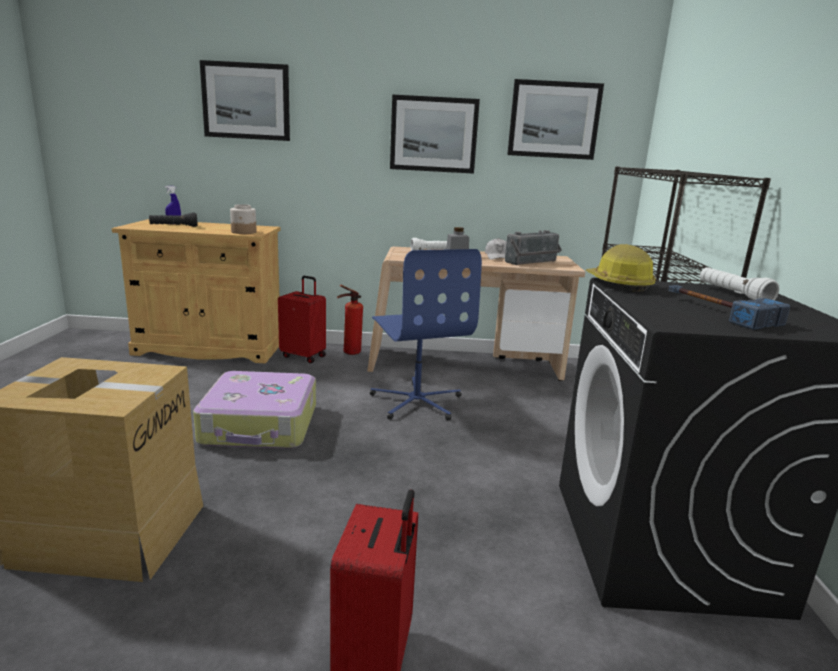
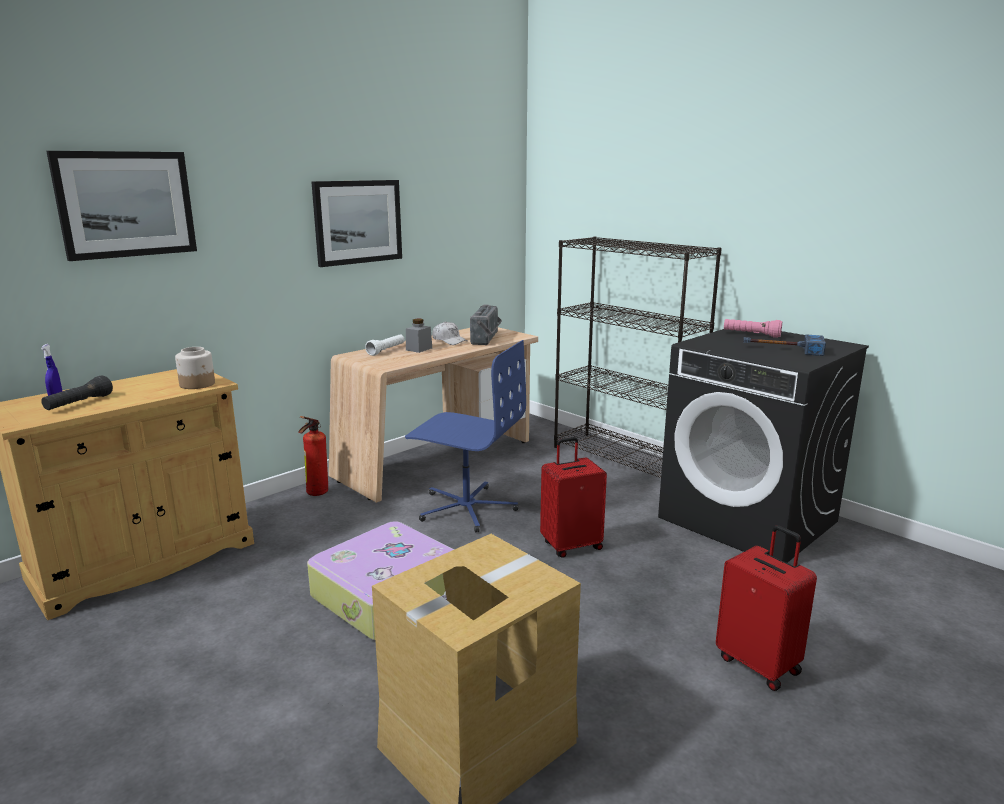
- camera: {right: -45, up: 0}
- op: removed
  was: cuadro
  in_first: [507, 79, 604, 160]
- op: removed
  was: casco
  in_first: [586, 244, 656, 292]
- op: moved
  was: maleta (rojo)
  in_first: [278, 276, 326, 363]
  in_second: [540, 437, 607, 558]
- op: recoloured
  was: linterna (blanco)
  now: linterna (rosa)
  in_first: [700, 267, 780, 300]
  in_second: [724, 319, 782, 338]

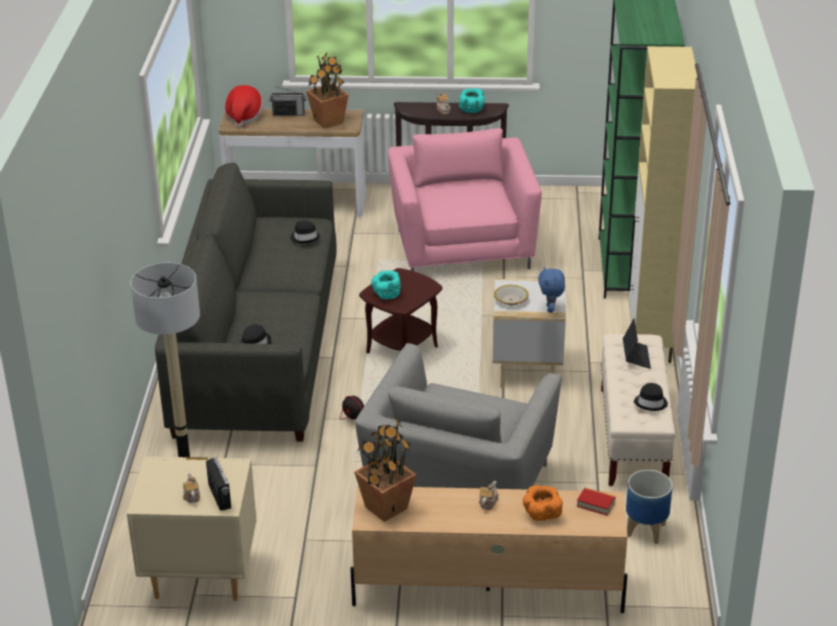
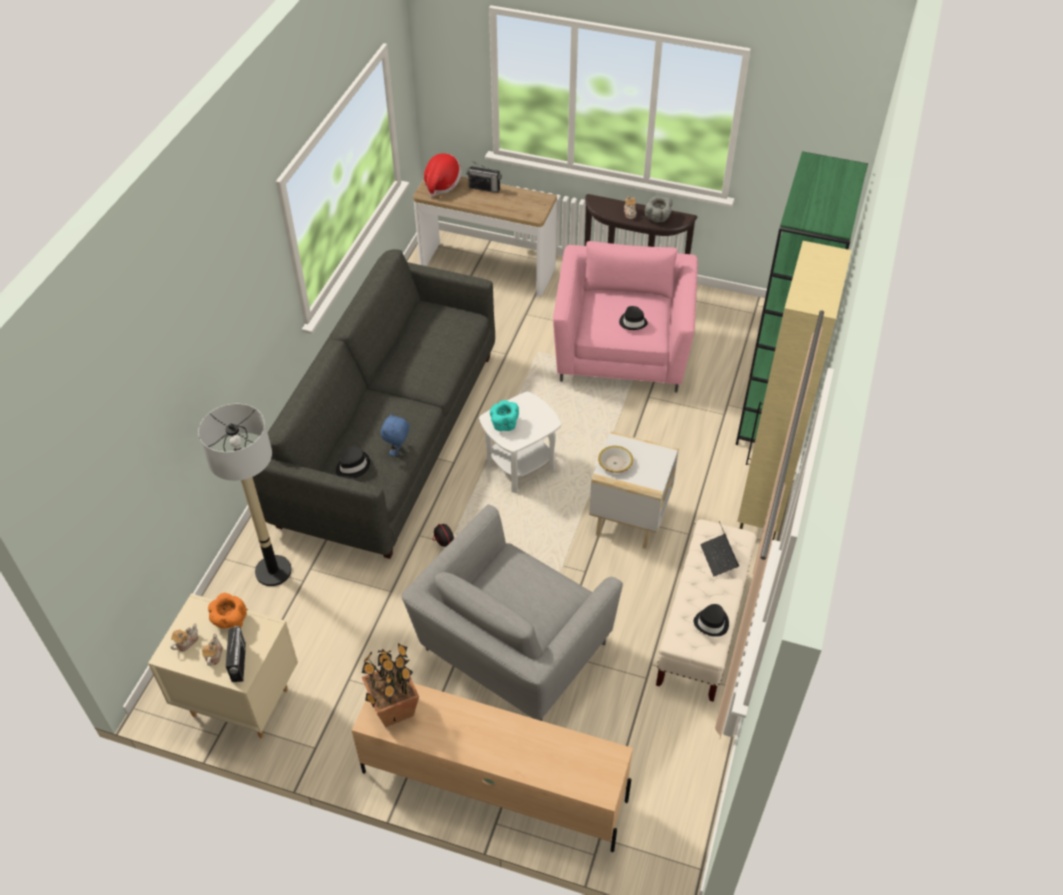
- camera: {right: 15, up: 15}
- op: removed
  was: planta en maceta
  in_first: [306, 52, 349, 129]
- op: removed
  was: libro
  in_first: [577, 487, 616, 516]
- op: removed
  was: maceta
  in_first: [626, 470, 673, 544]
- op: moved
  was: sombrero (negro)
  in_first: [290, 221, 320, 243]
  in_second: [619, 306, 648, 330]
- op: moved
  was: tetera
  in_first: [479, 481, 498, 510]
  in_second: [171, 623, 199, 651]
- op: moved
  was: cuenco (naranja)
  in_first: [523, 485, 563, 521]
  in_second: [208, 593, 247, 629]
- op: moved
  was: peluche (azul)
  in_first: [538, 267, 565, 313]
  in_second: [381, 413, 410, 456]
- op: recoloured
  was: mesa auxiliar (marrón)
  now: mesa auxiliar (blanco)
  in_first: [359, 268, 442, 353]
  in_second: [479, 391, 561, 493]
- op: recoloured
  was: cuenco (turquesa)
  now: cuenco (gris)
  in_first: [459, 88, 485, 113]
  in_second: [645, 196, 673, 222]
- op: turned
  was: portátil
  in_first: [623, 319, 651, 369]
  in_second: [700, 521, 739, 577]
  clockwise: 150

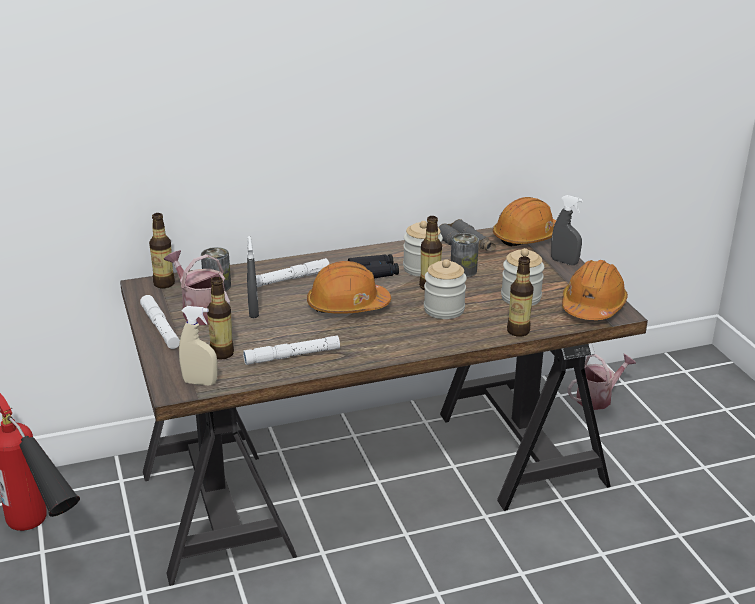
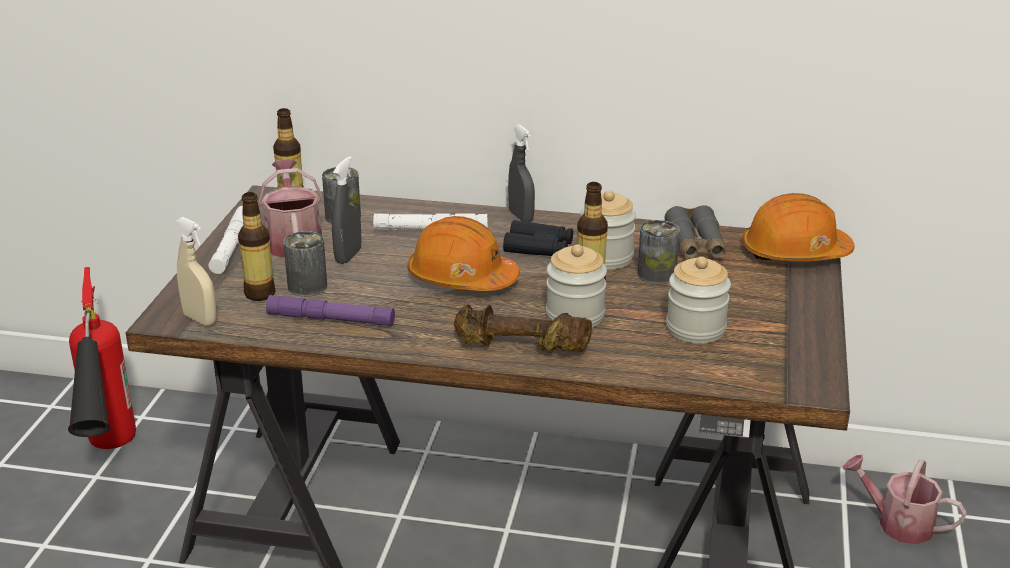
- camera: {right: 30, up: 0}
- op: removed
  was: botella
  in_first: [507, 256, 534, 337]
- op: removed
  was: casco (naranja)
  in_first: [562, 260, 628, 320]
- op: added
  now: lata
  in_second: [283, 231, 327, 297]
- op: added
  now: mancuerna (marrón)
  in_second: [454, 305, 593, 353]
- op: moved
  was: pulverizador (gris)
  in_first: [551, 195, 583, 265]
  in_second: [508, 124, 535, 222]
- op: recoloured
  was: linterna (blanco)
  now: linterna (morado)
  in_first: [243, 336, 340, 365]
  in_second: [266, 295, 395, 326]
- op: turned
  was: regadera
  in_first: [568, 354, 637, 410]
  in_second: [843, 454, 967, 544]
  clockwise: -150

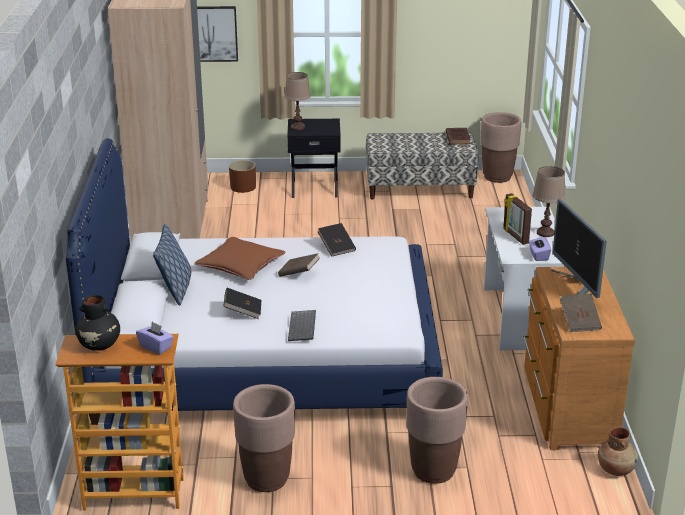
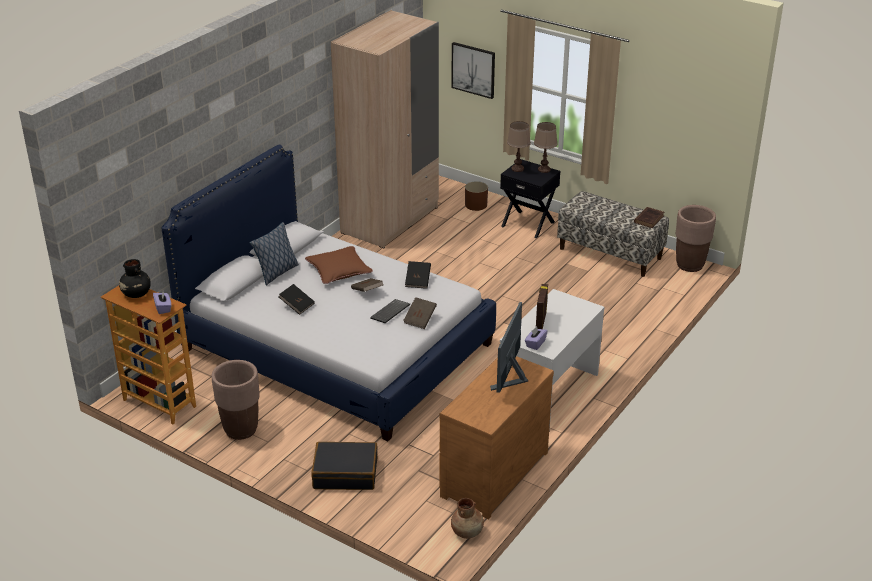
- camera: {right: 35, up: 5}
- op: moved
  was: teclado
  in_first: [288, 310, 316, 341]
  in_second: [370, 299, 410, 323]
- op: moved
  was: lámpara de mesa (marrón)
  in_first: [532, 166, 566, 237]
  in_second: [534, 122, 557, 173]
- op: moved
  was: libro (marrón)
  in_first: [560, 294, 602, 332]
  in_second: [403, 297, 437, 329]
- op: replaced
  was: maceta (marrón)
  now: maleta (negro)
  in_first: [406, 377, 468, 484]
  in_second: [311, 442, 377, 490]

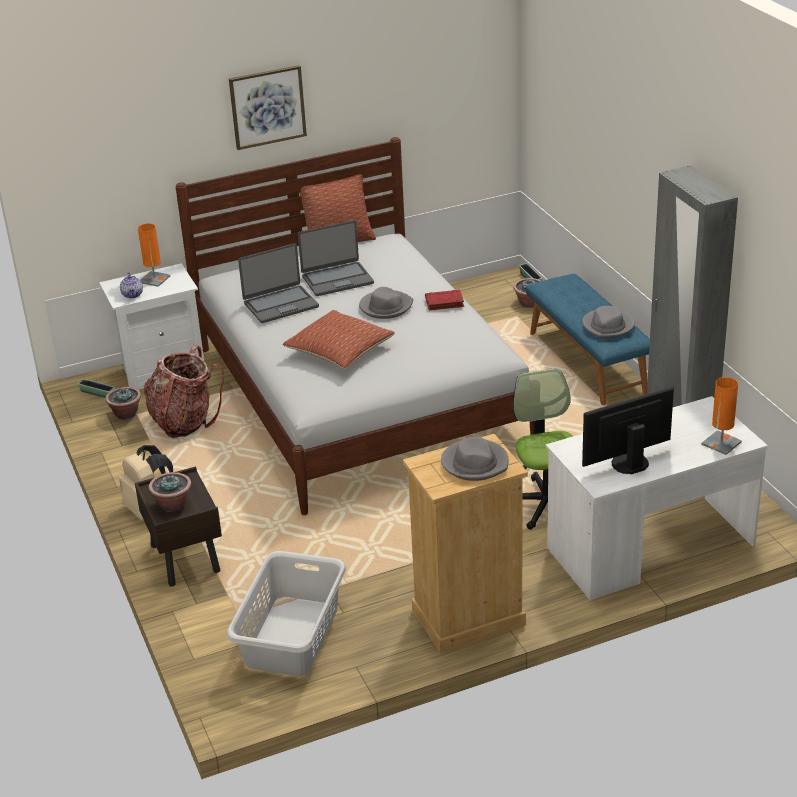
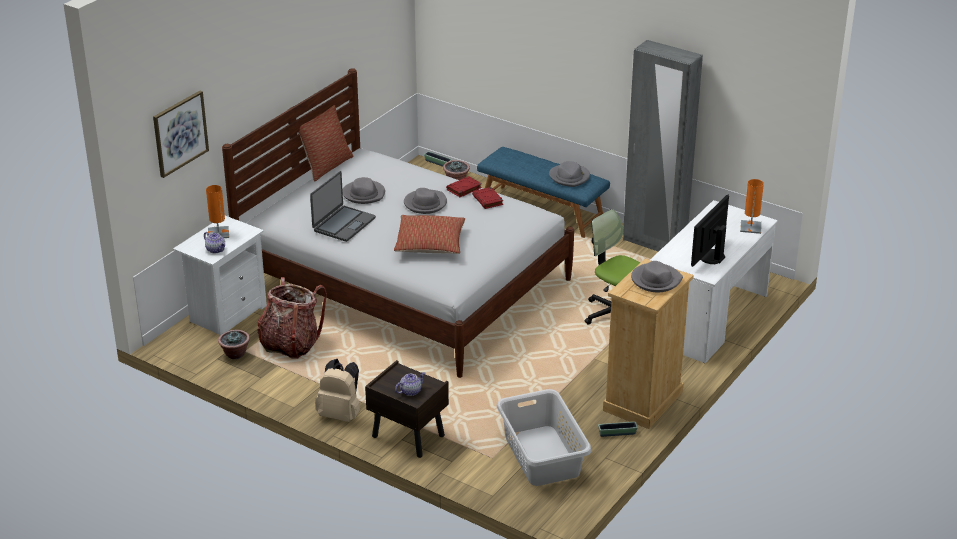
- camera: {right: -35, up: 0}
- op: added
  now: libro (rojo)
  in_second: [472, 187, 503, 209]
- op: moved
  was: maceta
  in_first: [78, 379, 115, 398]
  in_second: [598, 422, 638, 437]
- op: moved
  was: cuadro
  in_first: [229, 65, 307, 150]
  in_second: [153, 91, 209, 178]
- op: replaced
  was: planta en maceta
  now: tetera
  in_first: [148, 472, 191, 512]
  in_second: [395, 372, 425, 396]
- op: replaced
  was: portátil
  now: sombrero (gris)
  in_first: [298, 220, 374, 296]
  in_second: [343, 177, 385, 204]

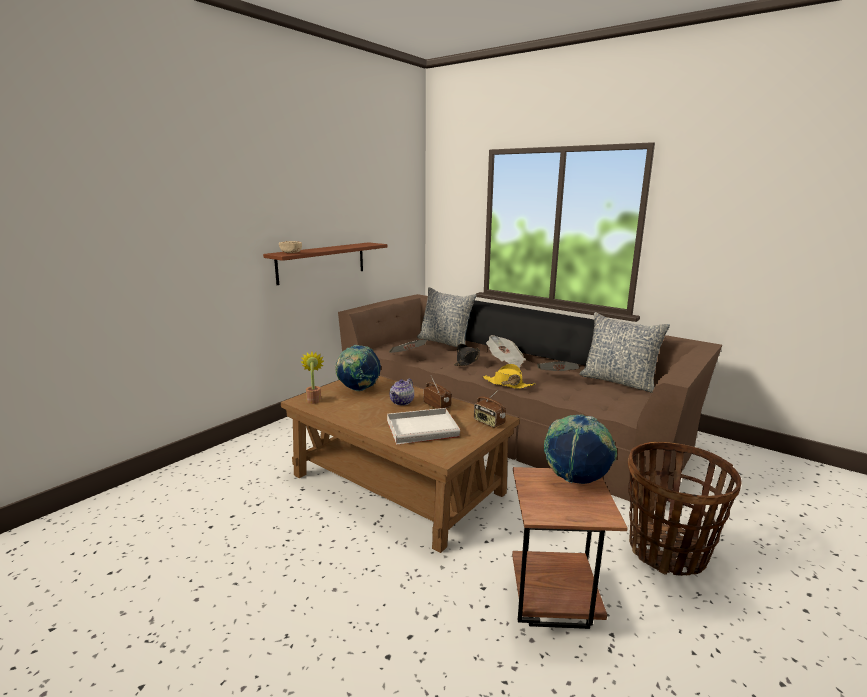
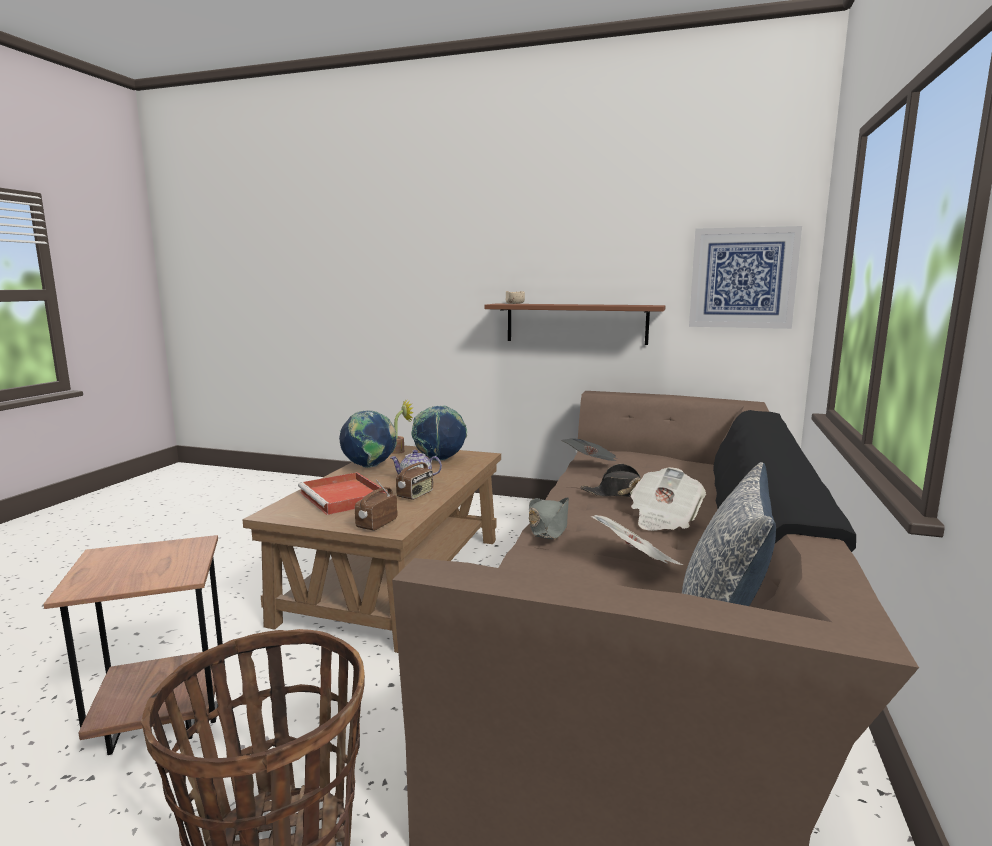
- camera: {right: 70, up: -5}
- op: removed
  was: cojín
  in_first: [417, 287, 477, 347]
- op: added
  now: cuadro
  in_second: [689, 226, 802, 329]
- op: moved
  was: globo terráqueo
  in_first: [544, 414, 617, 484]
  in_second: [339, 410, 397, 468]
- op: recoloured
  was: bandeja (blanco)
  now: bandeja (rojo)
  in_first: [387, 408, 460, 445]
  in_second: [298, 472, 388, 515]
- op: recoloured
  was: sombrero (amarillo)
  now: sombrero (gris)
  in_first: [483, 364, 536, 389]
  in_second: [529, 497, 569, 539]

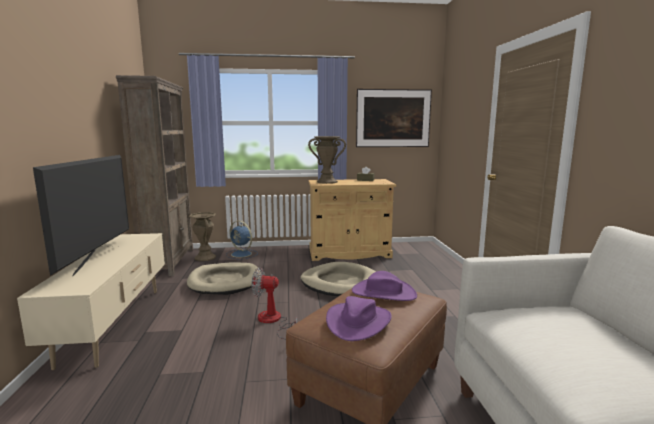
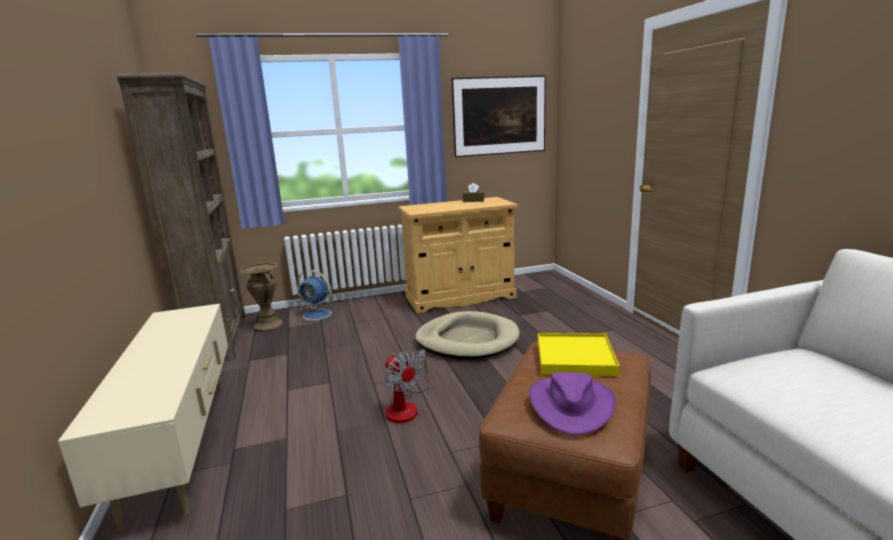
- camera: {right: -10, up: 5}
- op: removed
  was: televisor
  in_first: [33, 155, 129, 276]
- op: removed
  was: cama para perro (beis)
  in_first: [187, 262, 261, 295]
- op: removed
  was: florero (marrón)
  in_first: [308, 136, 346, 184]
- op: replaced
  was: sombrero (morado)
  now: bandeja (amarillo)
  in_first: [352, 271, 417, 301]
  in_second: [538, 333, 619, 376]
- op: turned
  was: ventilador
  in_first: [252, 268, 297, 340]
  in_second: [385, 349, 430, 423]
  clockwise: -120

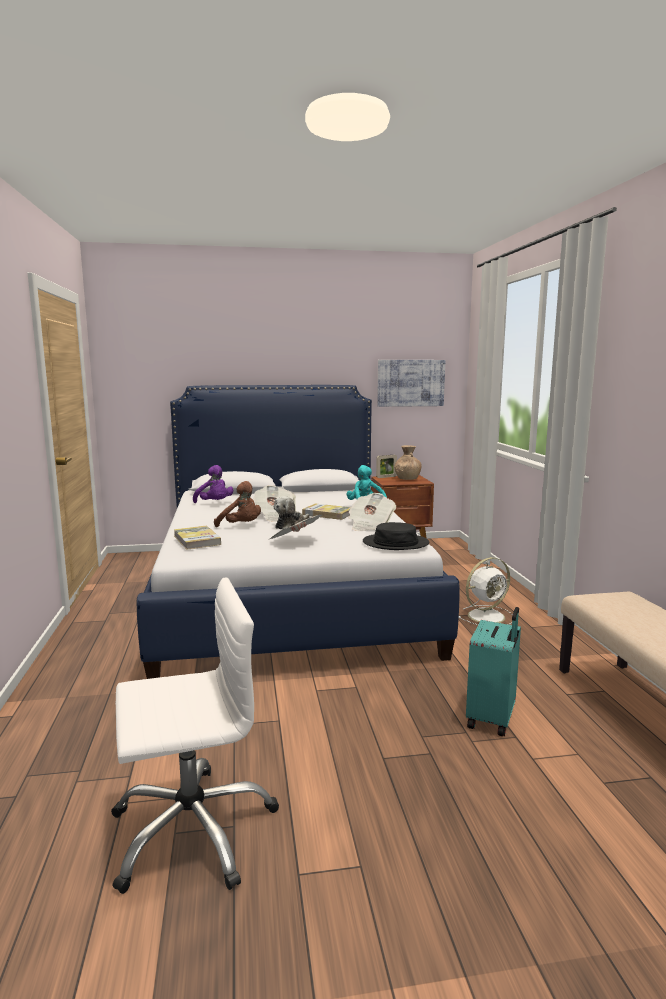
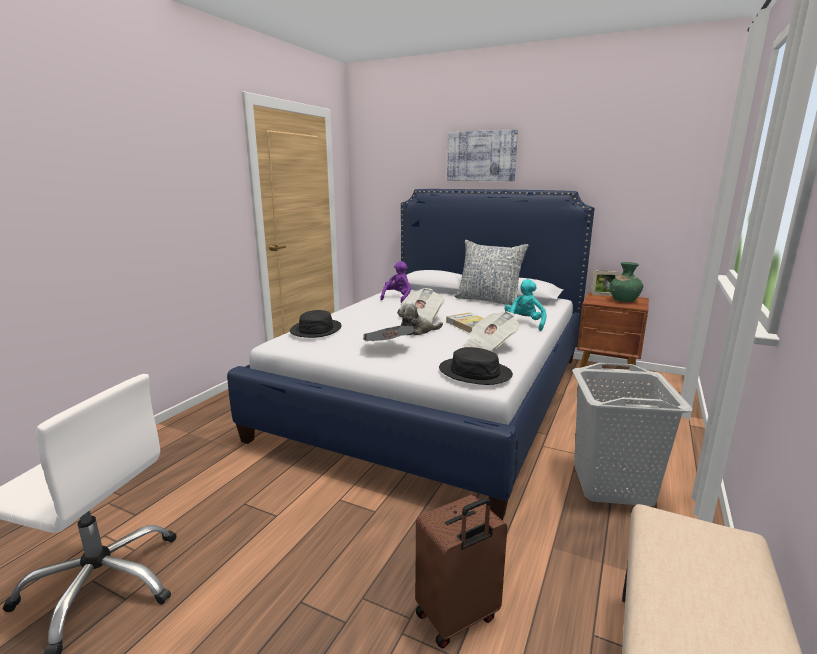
- camera: {right: 35, up: 5}
- op: removed
  was: peluche (marrón)
  in_first: [214, 481, 261, 527]
- op: added
  now: cojín
  in_second: [454, 240, 529, 305]
- op: moved
  was: cuadro
  in_first: [377, 360, 445, 407]
  in_second: [447, 129, 518, 181]
- op: replaced
  was: libro
  now: sombrero (negro)
  in_first: [174, 526, 221, 550]
  in_second: [290, 310, 342, 338]
- op: replaced
  was: ventilador (blanco)
  now: cesto de la ropa (gris)
  in_first: [459, 557, 513, 625]
  in_second: [572, 363, 693, 506]
- op: recoloured
  was: florero (marrón)
  now: florero (verde)
  in_first: [394, 445, 421, 480]
  in_second: [609, 262, 643, 302]
- op: recoloured
  was: maleta (turquesa)
  now: maleta (marrón)
  in_first: [466, 607, 521, 737]
  in_second: [415, 495, 508, 648]
- op: turned
  was: peluche (morado)
  in_first: [193, 465, 233, 503]
  in_second: [380, 261, 411, 303]
  clockwise: -150

